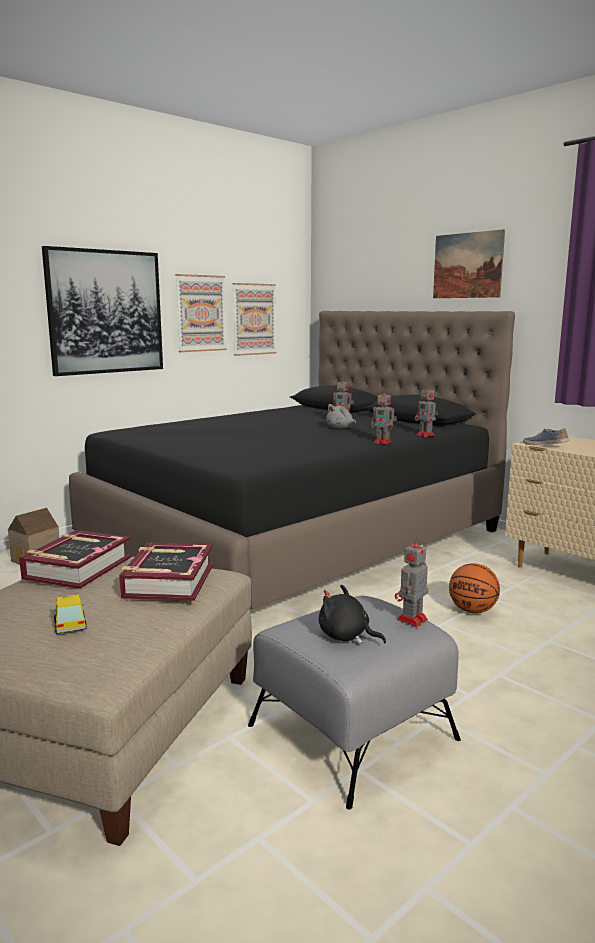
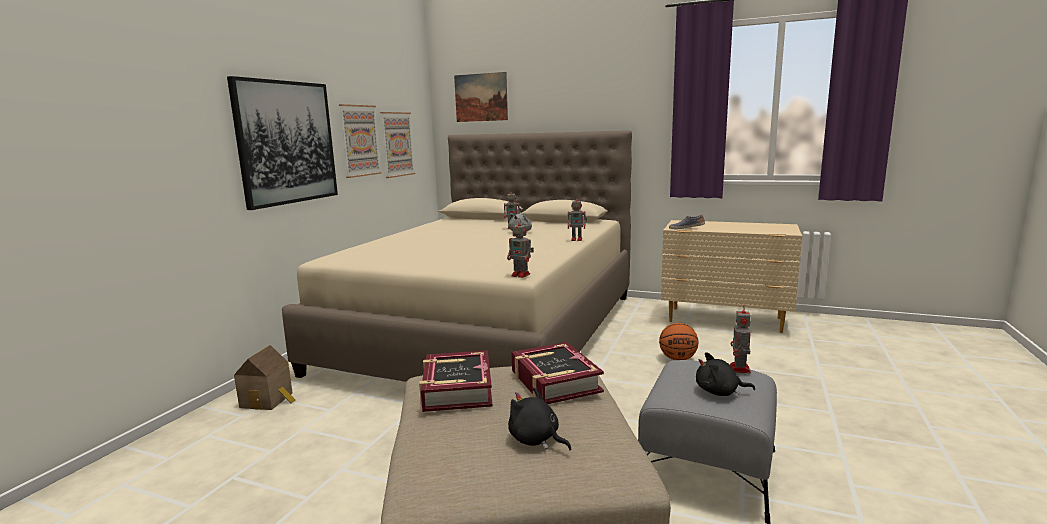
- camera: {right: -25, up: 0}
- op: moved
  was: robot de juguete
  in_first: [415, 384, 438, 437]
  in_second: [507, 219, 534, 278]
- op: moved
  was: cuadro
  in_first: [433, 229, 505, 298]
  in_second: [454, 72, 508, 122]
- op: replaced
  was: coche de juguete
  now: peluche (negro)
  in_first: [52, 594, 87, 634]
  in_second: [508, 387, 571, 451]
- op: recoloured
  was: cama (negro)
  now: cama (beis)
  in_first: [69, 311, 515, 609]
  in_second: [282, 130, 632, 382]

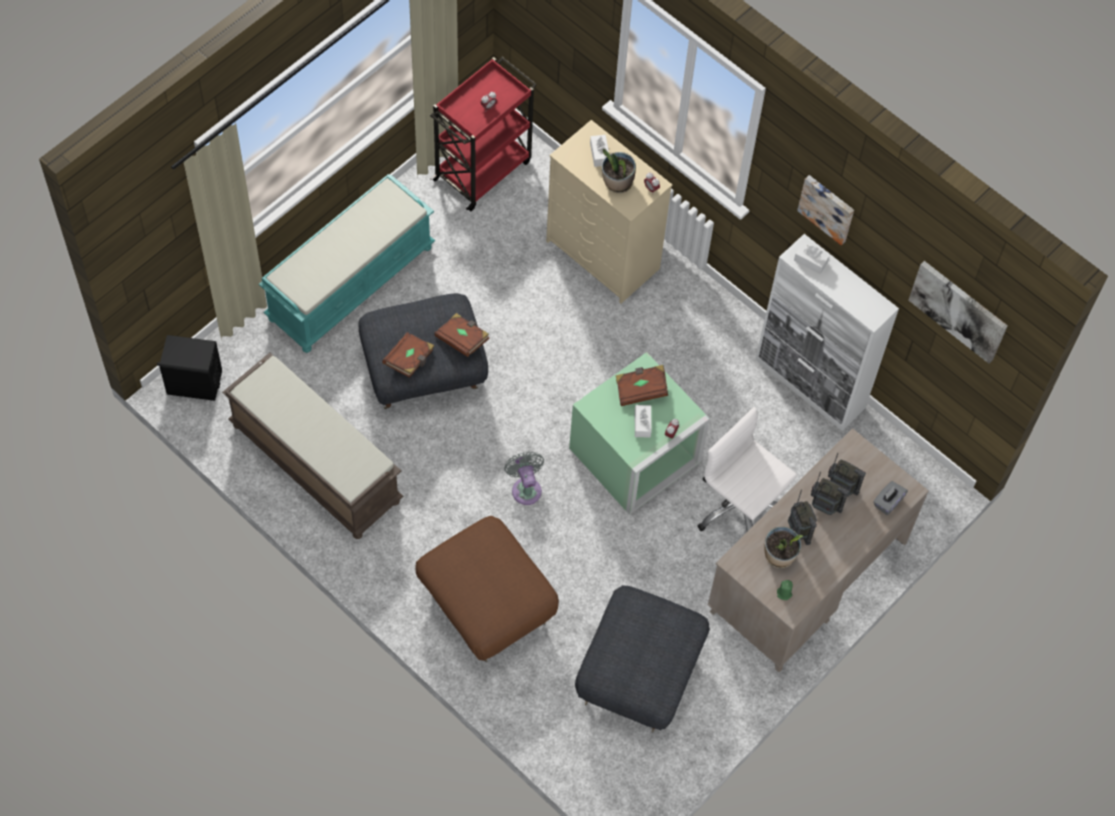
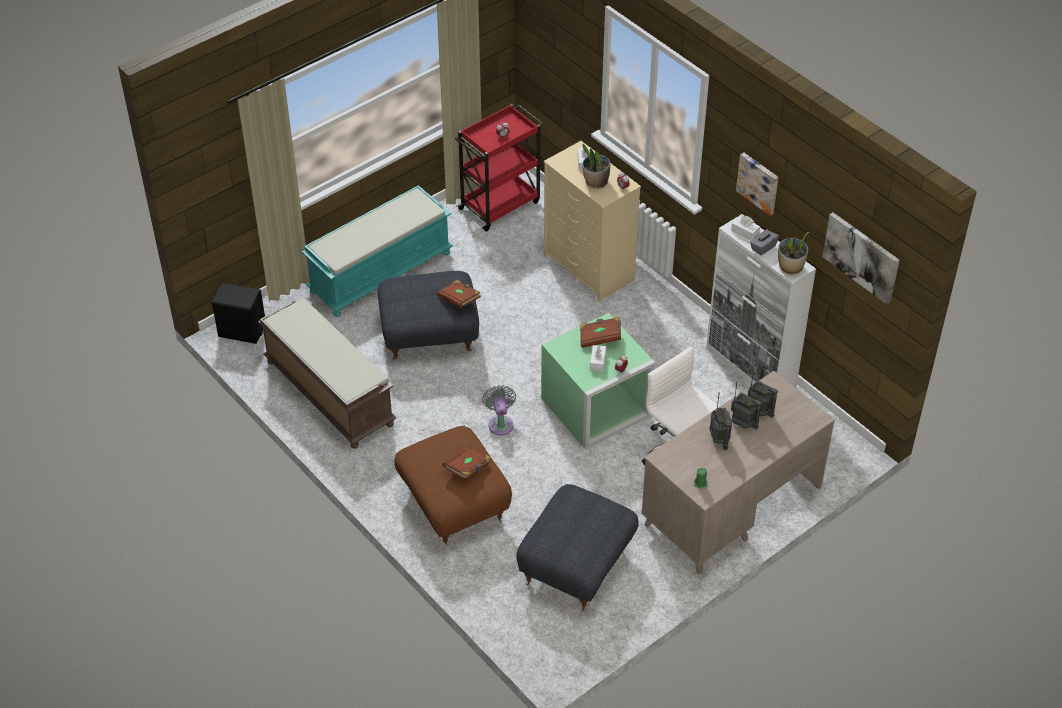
- camera: {right: 10, up: -15}
- op: moved
  was: libro (marrón)
  in_first: [382, 332, 435, 378]
  in_second: [443, 445, 491, 480]
- op: moved
  was: planta en maceta
  in_first: [764, 527, 803, 568]
  in_second: [778, 232, 809, 275]
- op: moved
  was: caja de pañuelos (gris)
  in_first: [874, 481, 908, 515]
  in_second: [750, 229, 779, 255]

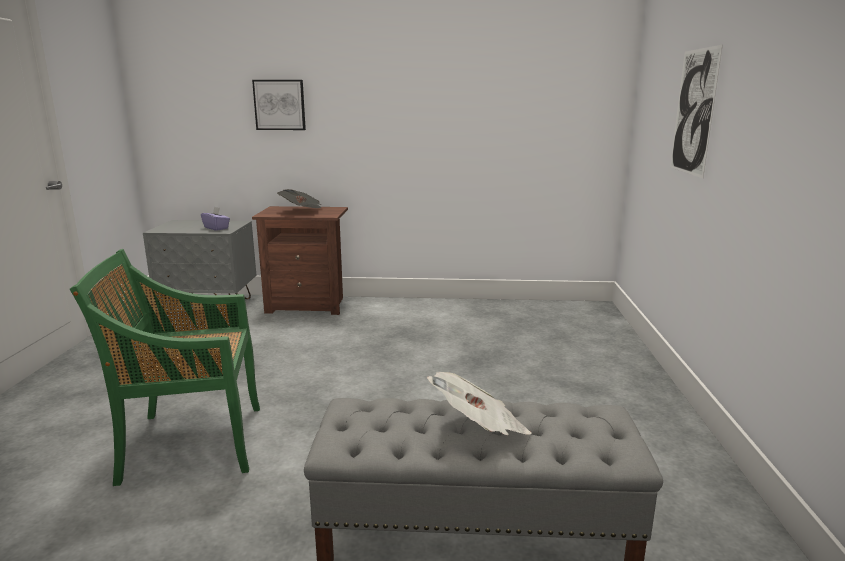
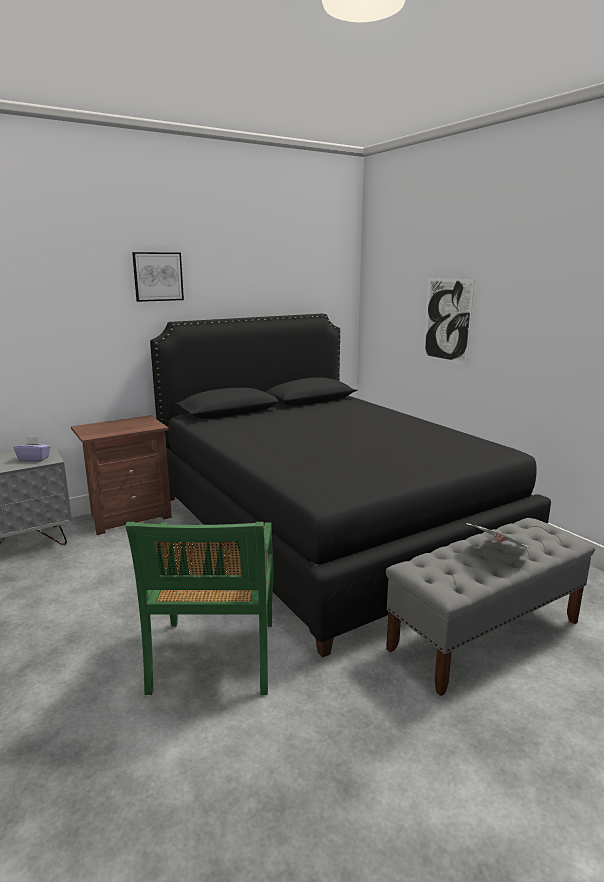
- camera: {right: -35, up: 0}
- op: removed
  was: periódico
  in_first: [277, 189, 322, 208]
- op: added
  now: cama (negro)
  in_second: [150, 314, 551, 657]
- op: moved
  was: cuadro
  in_first: [252, 80, 306, 130]
  in_second: [132, 252, 184, 302]
- op: turned
  was: silla (verde)
  in_first: [70, 249, 260, 486]
  in_second: [125, 522, 274, 695]
  clockwise: -45

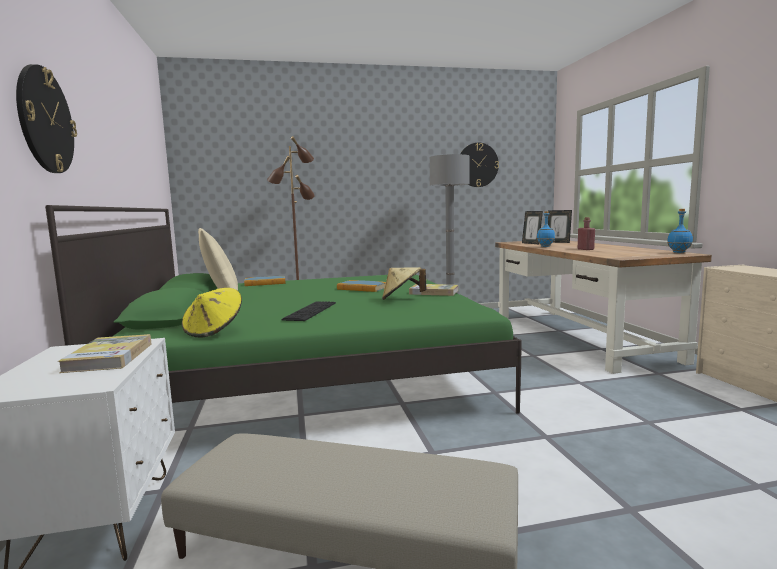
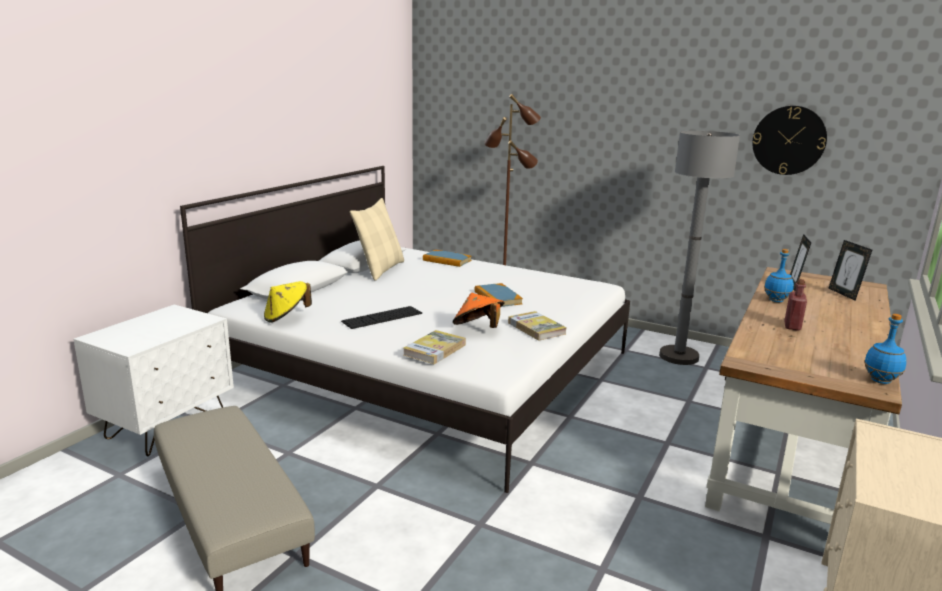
- camera: {right: 40, up: 10}
- op: removed
  was: reloj de pared
  in_first: [16, 64, 77, 173]
- op: moved
  was: libro
  in_first: [58, 334, 151, 373]
  in_second: [403, 330, 466, 364]
- op: recoloured
  was: cama (verde)
  now: cama (blanco)
  in_first: [45, 205, 522, 414]
  in_second: [180, 166, 630, 493]
- op: recoloured
  was: sombrero (beis)
  now: sombrero (naranja)
  in_first: [382, 267, 426, 300]
  in_second: [453, 293, 505, 328]

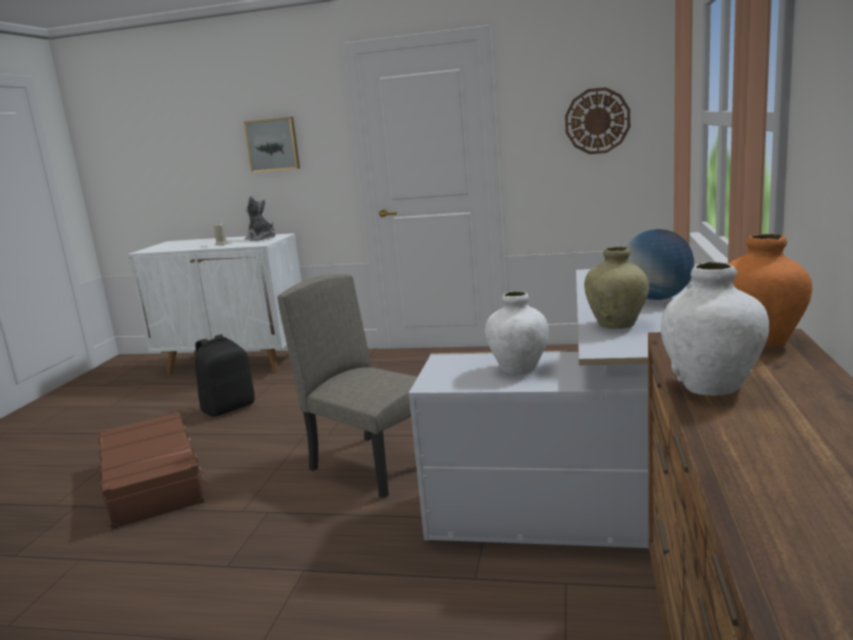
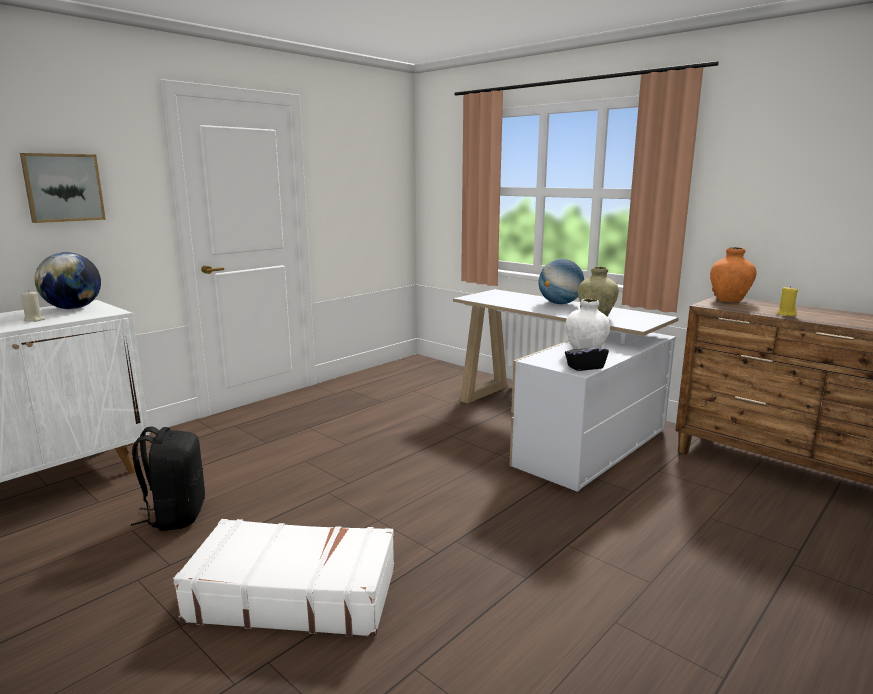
- camera: {right: -60, up: 0}
- op: removed
  was: silla (beis)
  in_first: [277, 274, 417, 498]
- op: removed
  was: reloj de pared
  in_first: [565, 87, 630, 154]
- op: added
  now: caja de pañuelos (negro)
  in_second: [565, 338, 609, 371]
- op: replaced
  was: peluche
  now: globo terráqueo
  in_first: [245, 196, 275, 241]
  in_second: [35, 252, 101, 309]
- op: replaced
  was: florero (blanco)
  now: vela (amarillo)
  in_first: [661, 262, 770, 396]
  in_second: [777, 286, 798, 316]
- op: recoloured
  was: maleta (marrón)
  now: maleta (blanco)
  in_first: [99, 412, 209, 530]
  in_second: [173, 519, 394, 637]

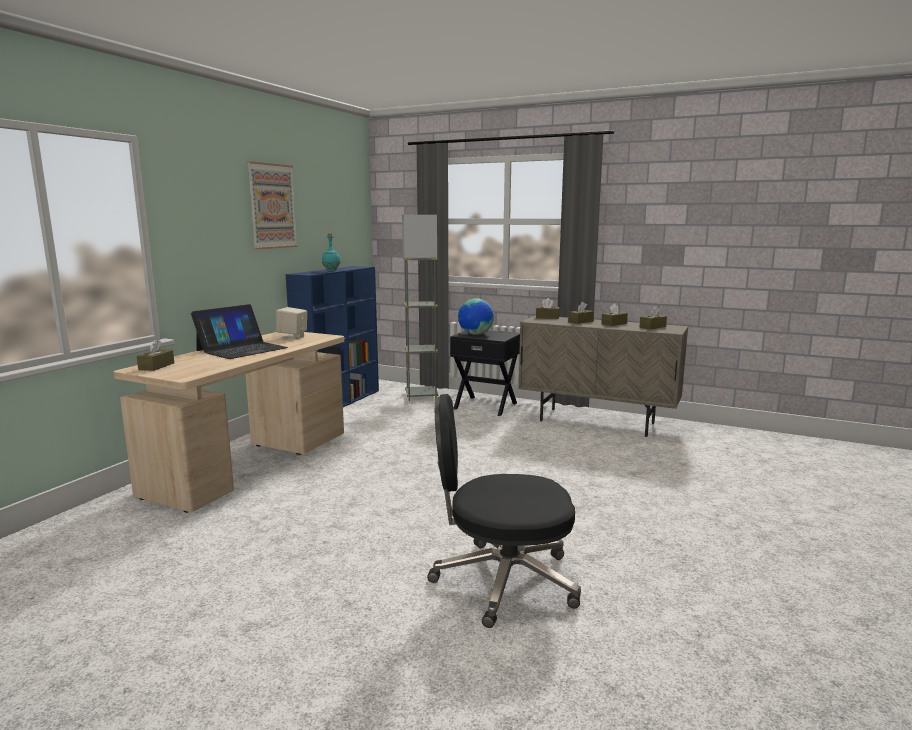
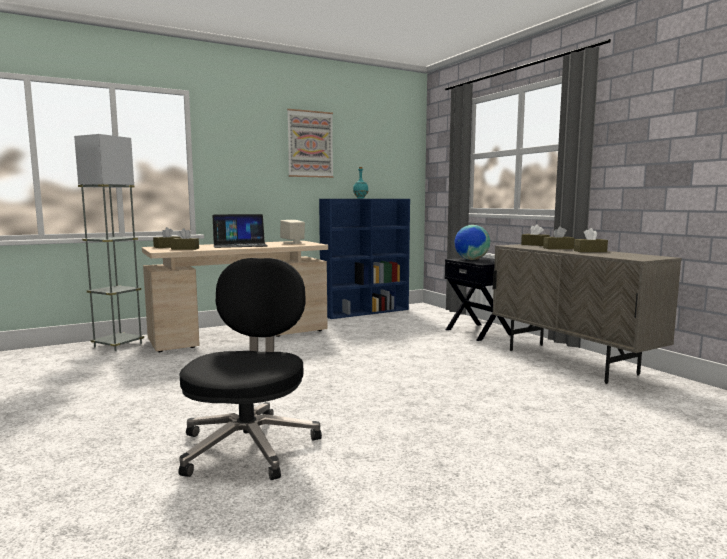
- camera: {right: 35, up: -5}
- op: moved
  was: lámpara de pie (gris)
  in_first: [402, 215, 438, 401]
  in_second: [74, 134, 144, 351]
- op: moved
  was: caja de pañuelos (marrón)
  in_first: [640, 306, 667, 329]
  in_second: [170, 228, 199, 250]
- op: turned
  was: silla de oficina (negro)
  in_first: [427, 394, 581, 628]
  in_second: [178, 258, 322, 480]
  clockwise: 60

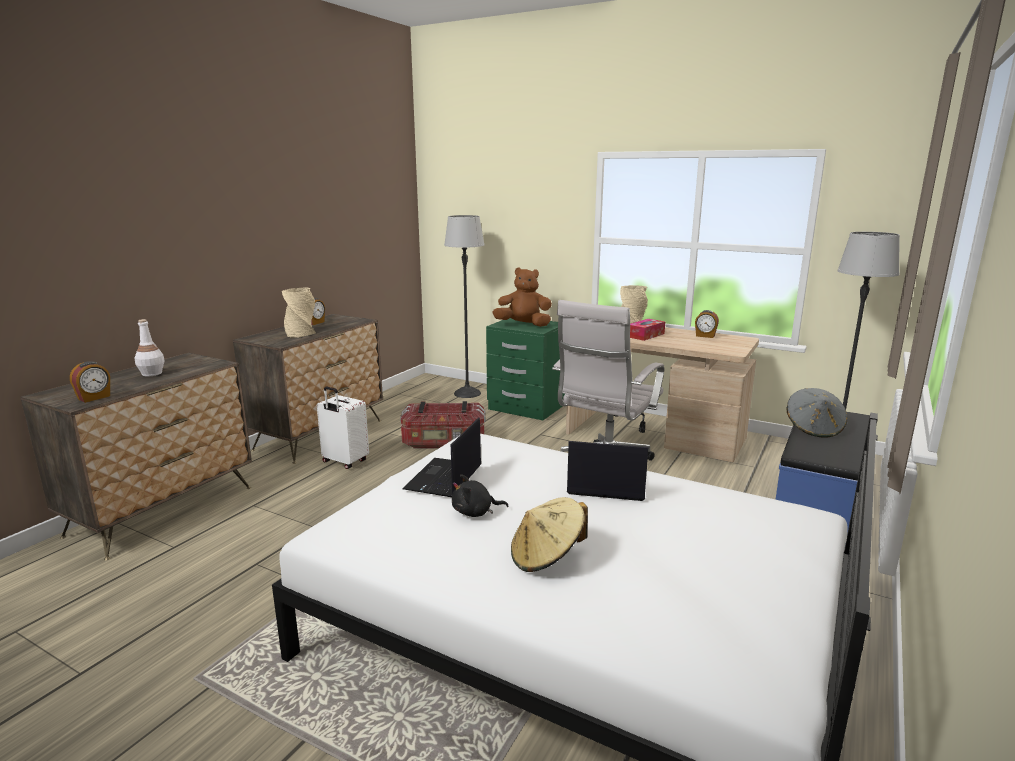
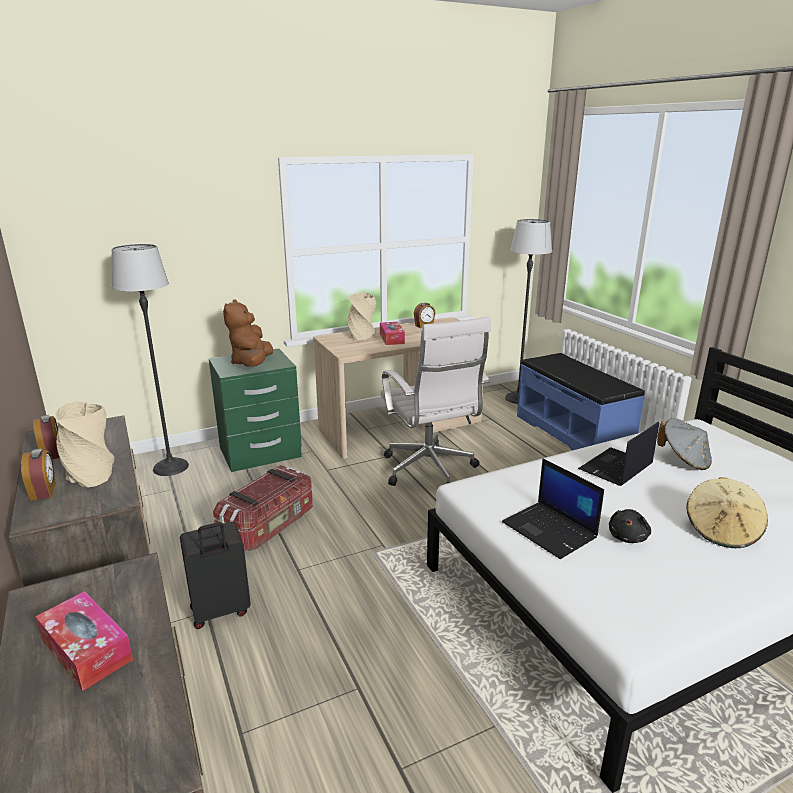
- camera: {right: -55, up: 5}
- op: moved
  was: despertador
  in_first: [70, 361, 110, 403]
  in_second: [21, 449, 56, 501]
- op: moved
  was: sombrero (gris)
  in_first: [786, 388, 847, 438]
  in_second: [657, 418, 712, 470]
- op: replaced
  was: botella (blanco)
  now: caja de pañuelos
  in_first: [135, 319, 165, 376]
  in_second: [35, 591, 133, 691]
- op: recoloured
  was: maleta (blanco)
  now: maleta (negro)
  in_first: [317, 387, 369, 469]
  in_second: [180, 522, 251, 629]
- op: turned
  was: peluche (marrón)
  in_first: [492, 268, 552, 327]
  in_second: [223, 299, 273, 367]
  clockwise: -45

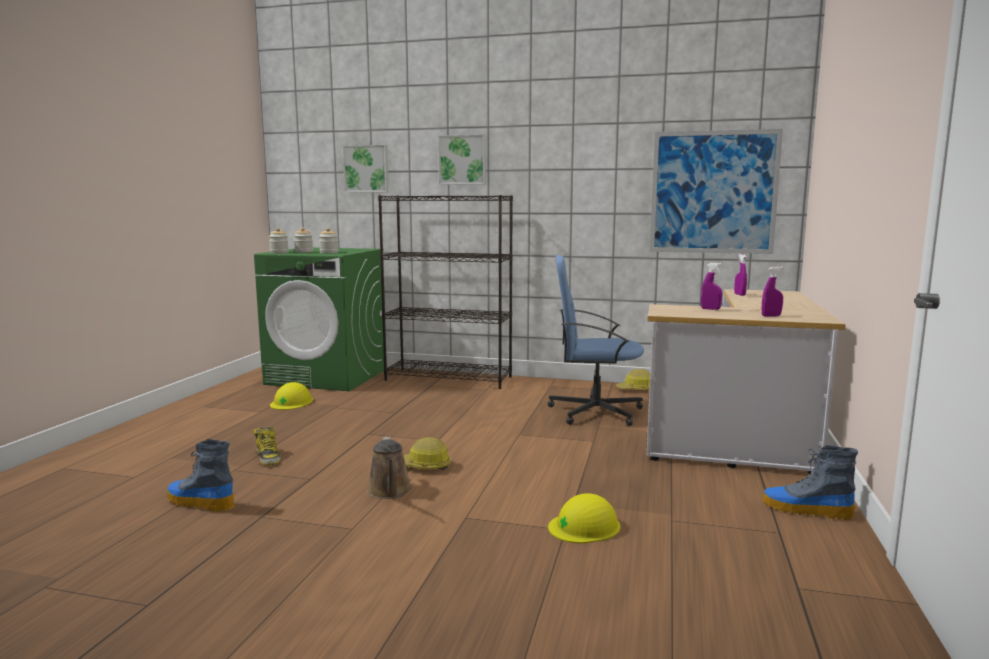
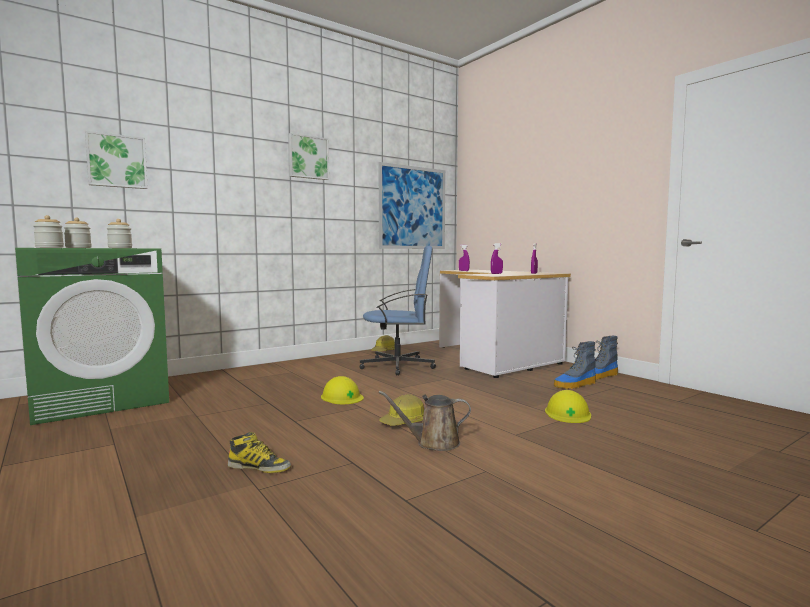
- camera: {right: -50, up: -5}
- op: removed
  was: estantería (negro)
  in_first: [378, 195, 513, 389]
- op: moved
  was: bota
  in_first: [167, 439, 235, 512]
  in_second: [554, 341, 596, 389]
- op: moved
  was: casco (amarillo)
  in_first: [270, 382, 313, 410]
  in_second: [321, 376, 364, 404]
- op: moved
  was: cuadro
  in_first: [438, 135, 486, 185]
  in_second: [288, 133, 329, 180]
- op: turned
  was: regadera (marrón)
  in_first: [367, 437, 412, 499]
  in_second: [379, 391, 471, 451]
  clockwise: 150
- op: turned
  was: silla de oficina (azul)
  in_first: [547, 255, 644, 426]
  in_second: [360, 246, 436, 376]
  clockwise: -135

